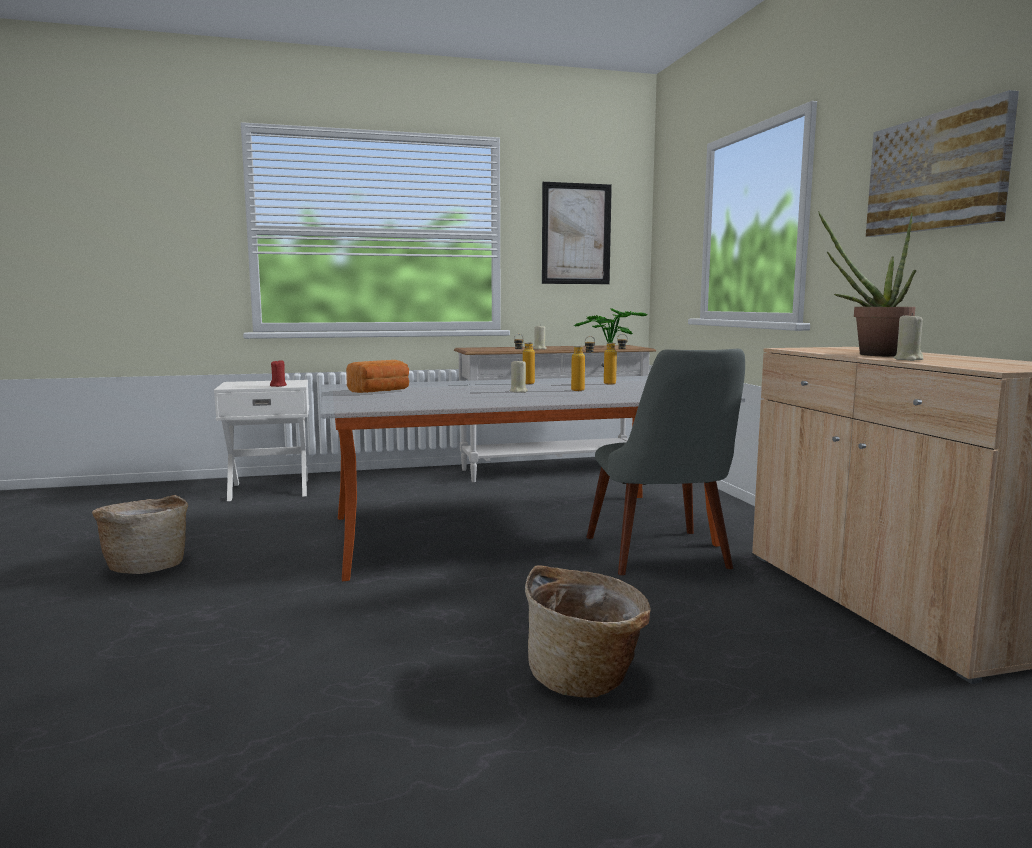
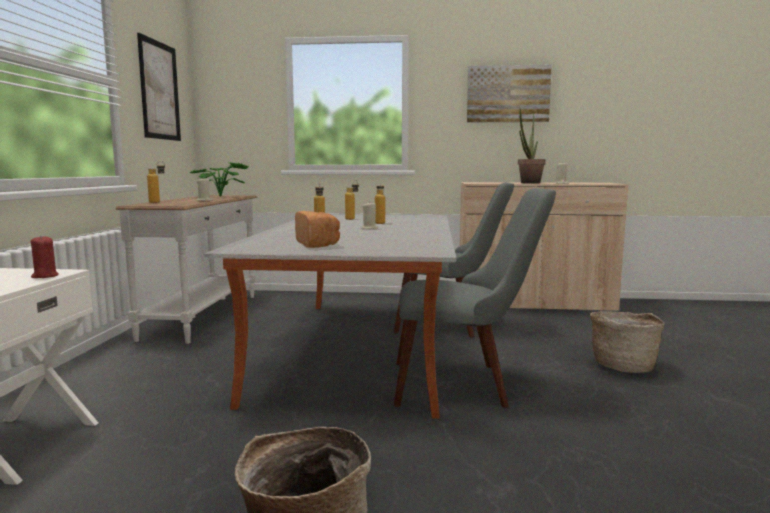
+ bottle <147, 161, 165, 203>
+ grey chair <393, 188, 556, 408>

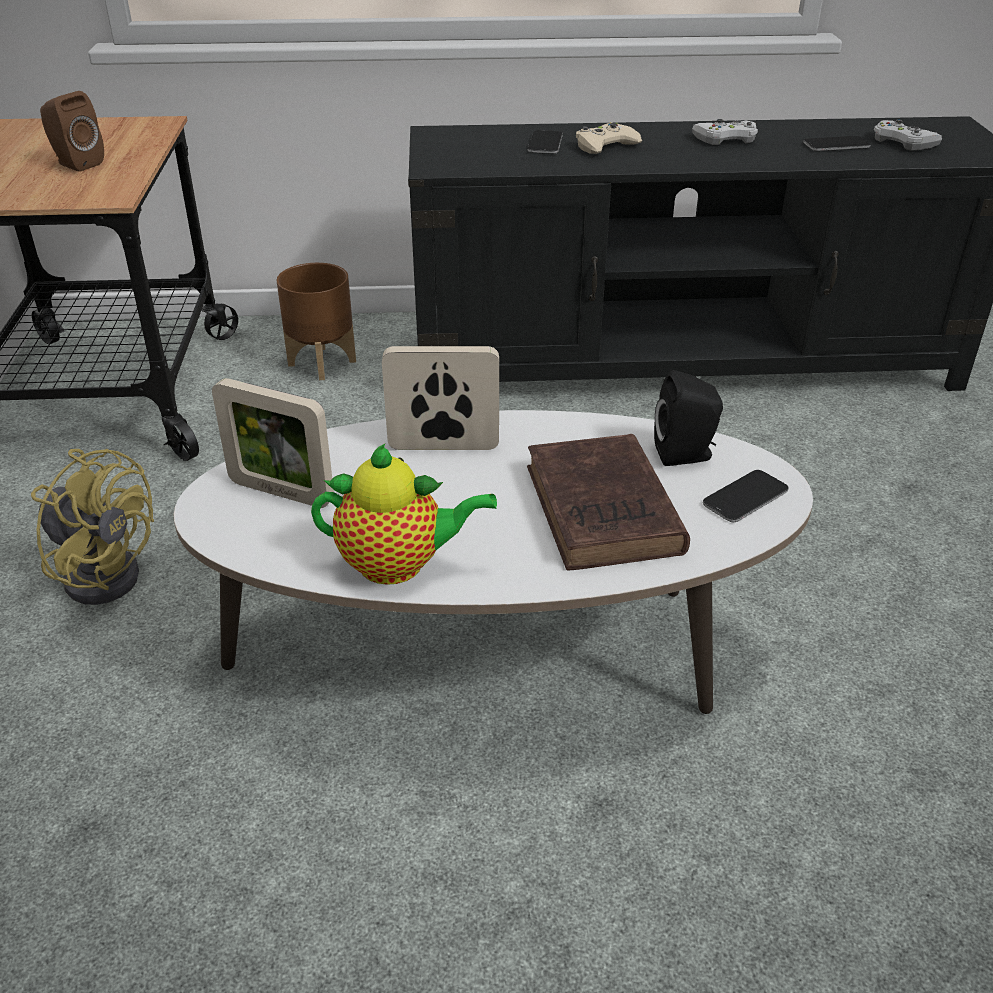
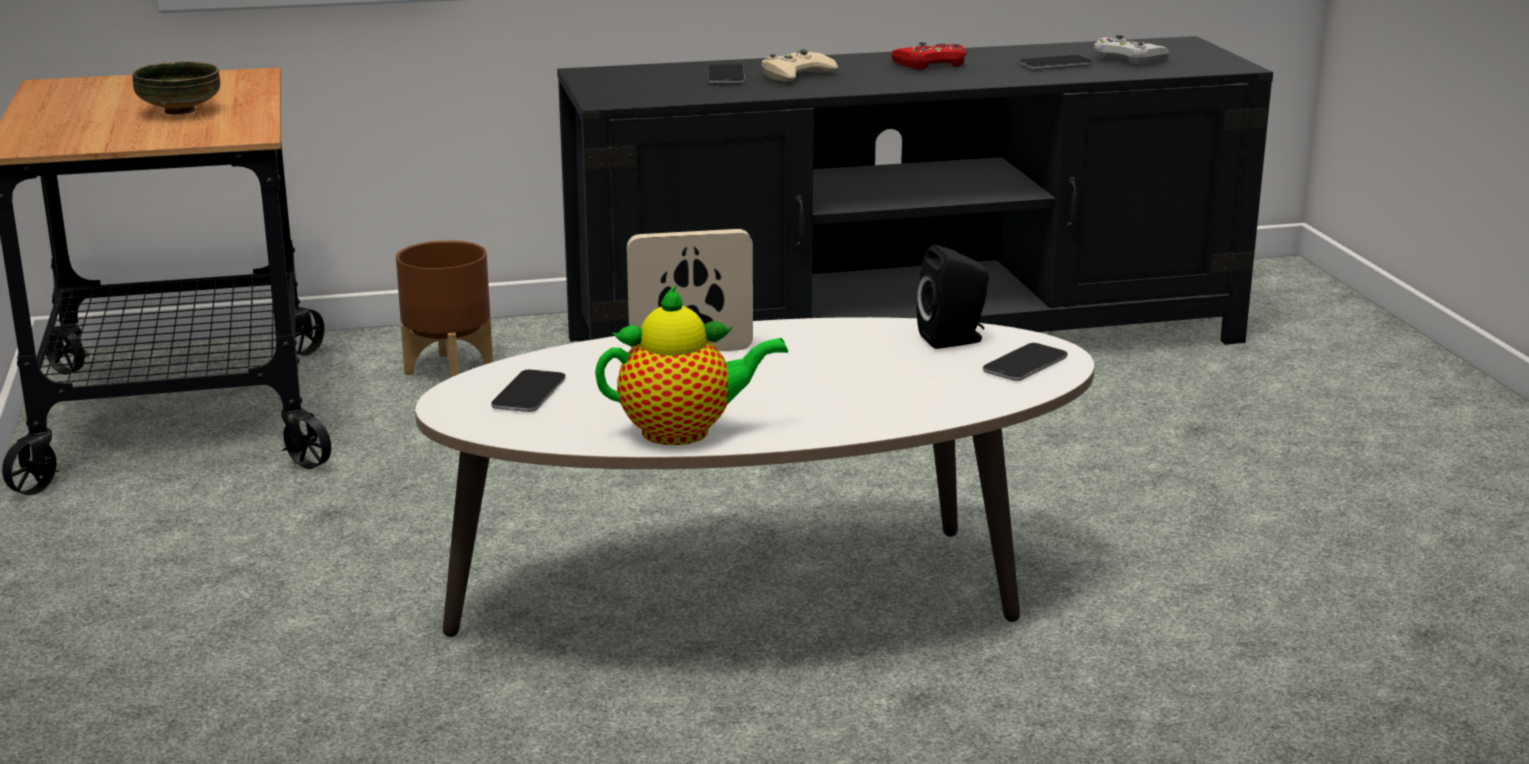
~ brown speaker <40, 91, 104, 172> to bowl <132, 61, 220, 114>
~ white game controller <692, 119, 758, 145> to red game controller <891, 42, 967, 70>
~ picture frame <212, 378, 334, 508> to phone <491, 370, 566, 412>
- brown book <527, 434, 690, 570>
- yellow fan <31, 449, 154, 605>

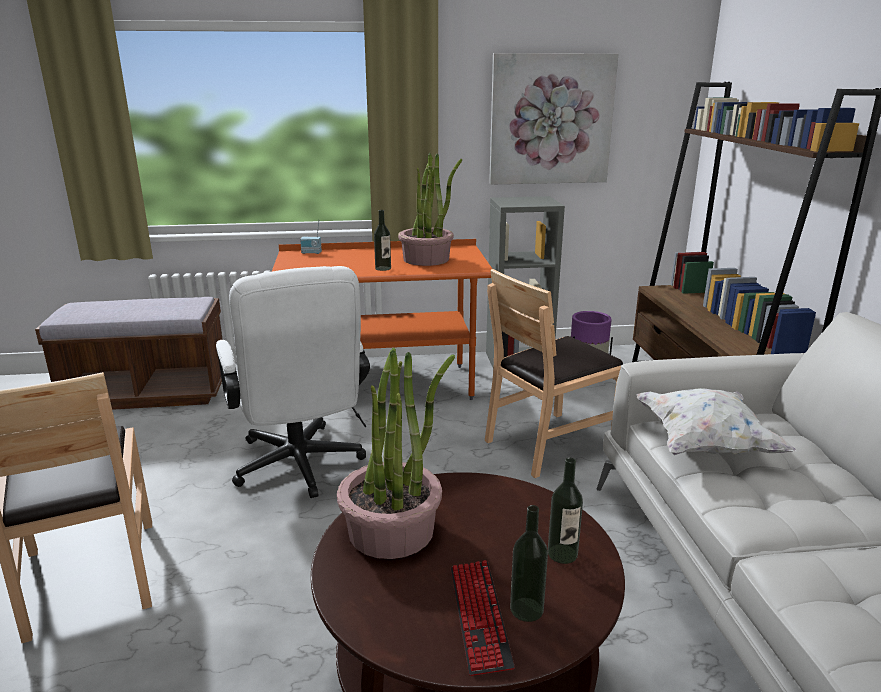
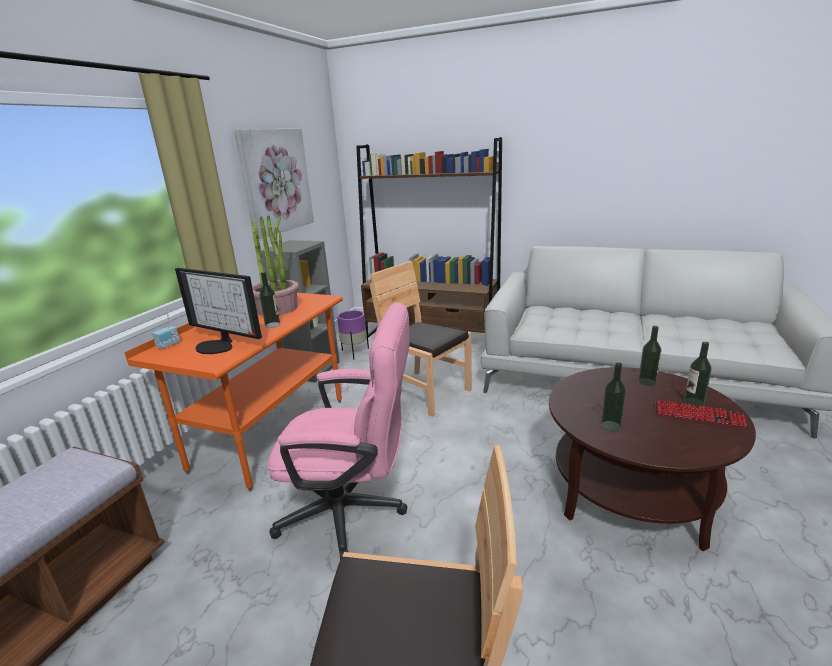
~ white office chair <216, 266, 370, 498> to pink office chair <267, 303, 410, 560>
~ brown chair <485, 269, 623, 478> = <370, 261, 472, 417> 135 degrees clockwise
~ potted plant <337, 348, 455, 559> to bottle <601, 362, 626, 431>
- white pillow <636, 388, 796, 455>
+ monitor <175, 268, 262, 354>

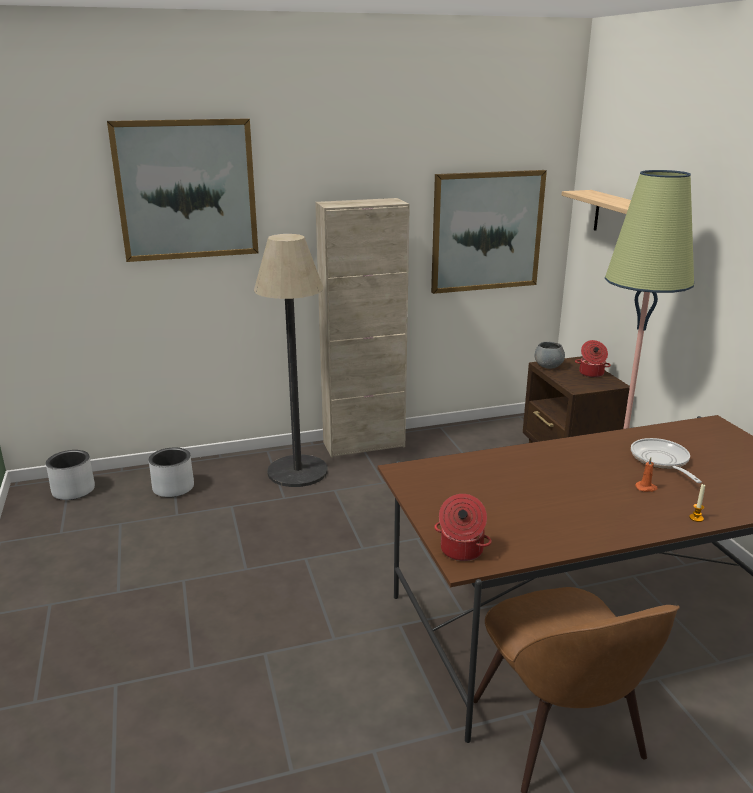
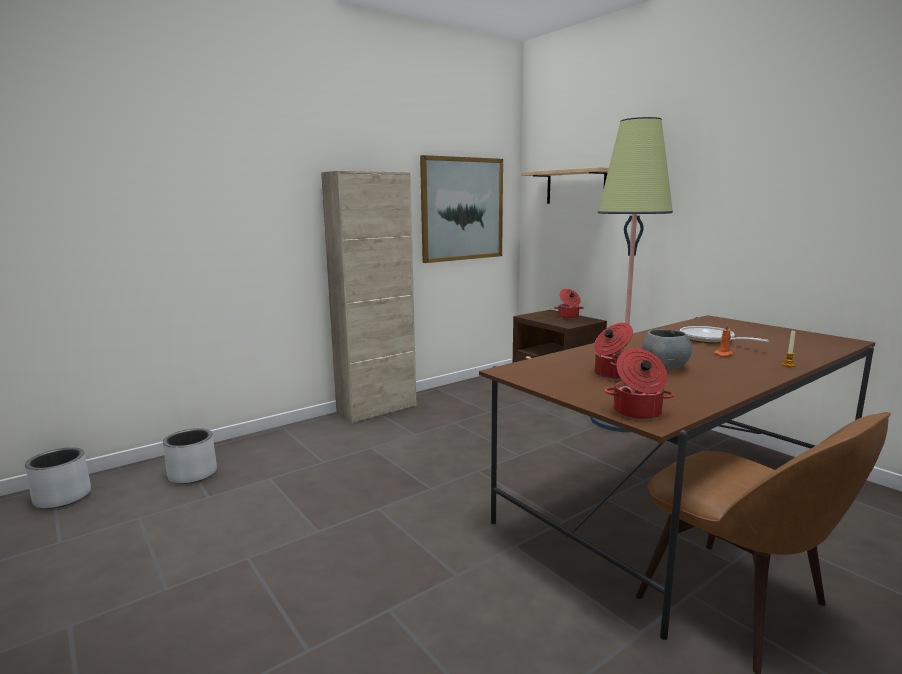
- picture <107, 118, 258, 262>
- floor lamp <254, 234, 328, 487>
~ grey bowl <534, 341, 565, 369> to <642, 329, 692, 370>
+ cooking pot <594, 323, 633, 380>

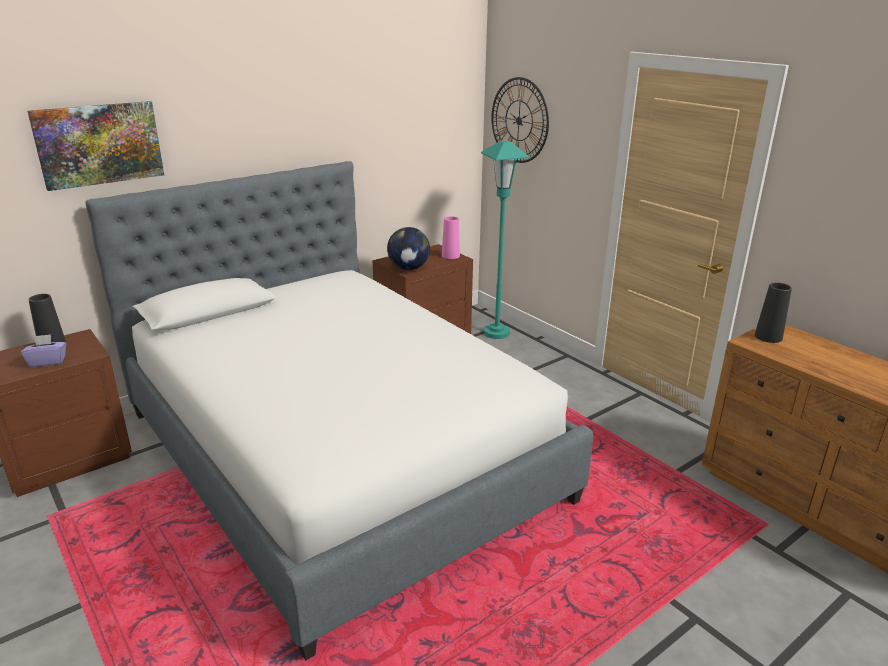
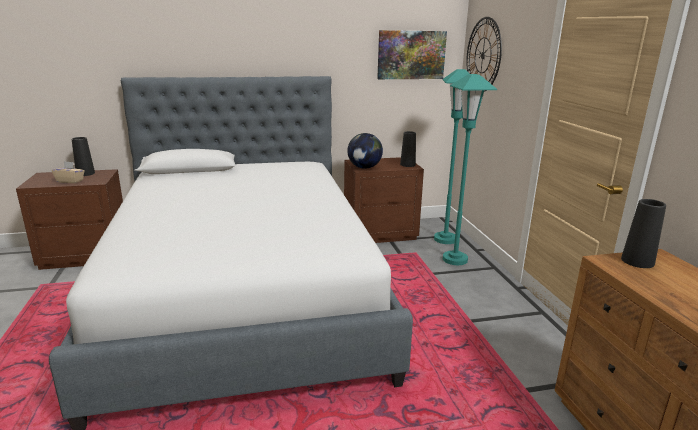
~ picture <27, 101, 164, 191> to <377, 30, 447, 79>
~ pink vase <442, 216, 460, 259> to black vase <400, 131, 416, 167>
~ purple tissue box <21, 334, 66, 367> to beige tissue box <52, 161, 85, 183>
+ turquoise floor lamp <443, 74, 497, 265>

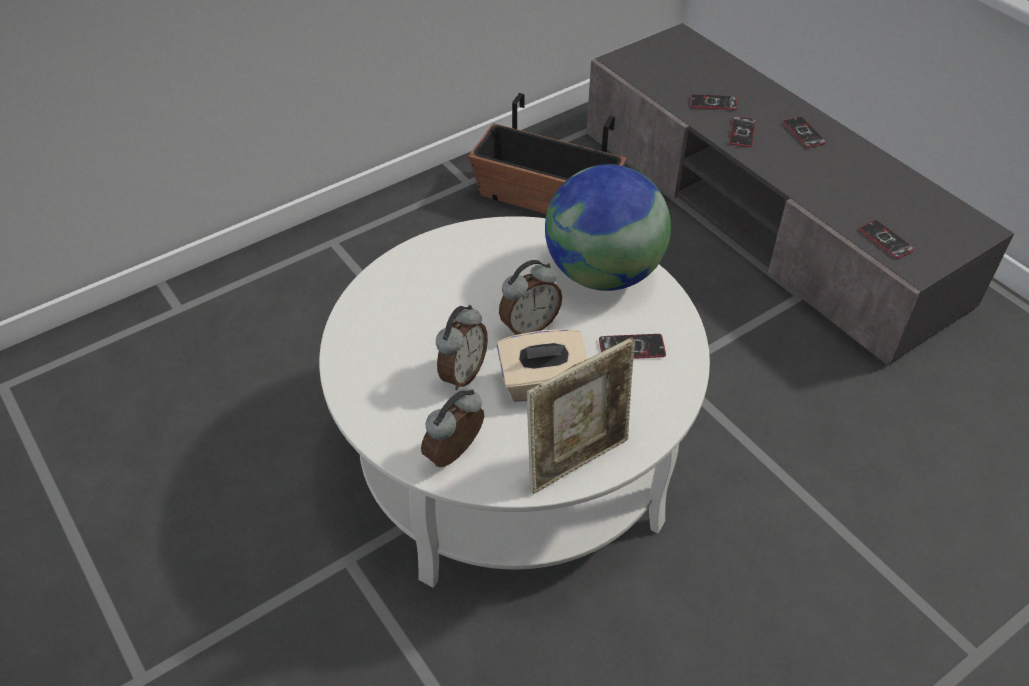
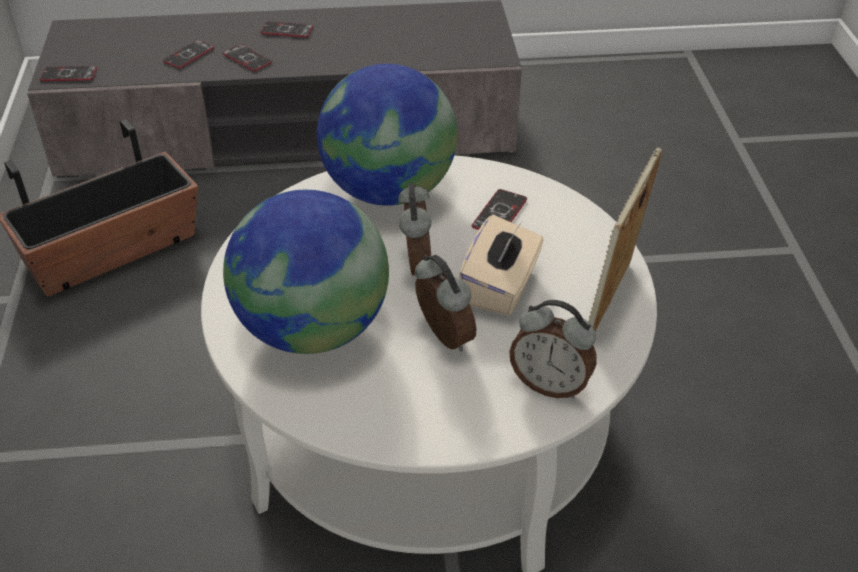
~ phone <859, 220, 915, 259> to <40, 66, 97, 81>
~ picture frame <527, 337, 635, 494> = <588, 148, 662, 332> 150 degrees counterclockwise
~ alarm clock <421, 388, 484, 467> = <509, 300, 597, 398> 45 degrees counterclockwise
+ globe <223, 190, 389, 354>

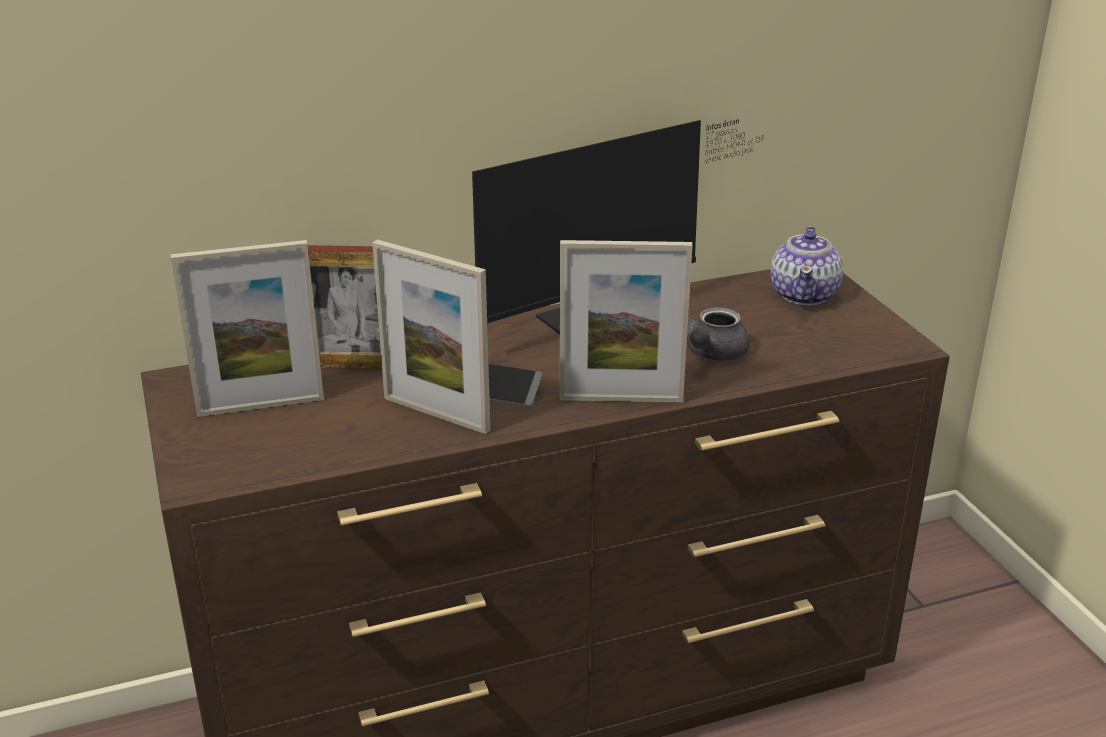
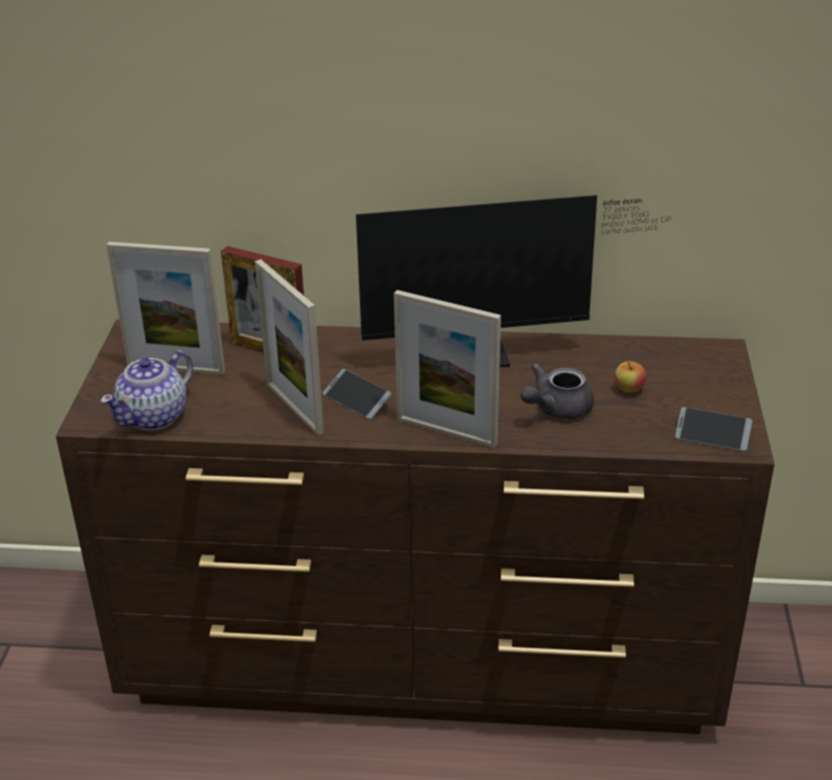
~ teapot <770, 226, 843, 305> to <101, 350, 194, 430>
+ apple <614, 361, 646, 393>
+ phone <675, 407, 752, 451>

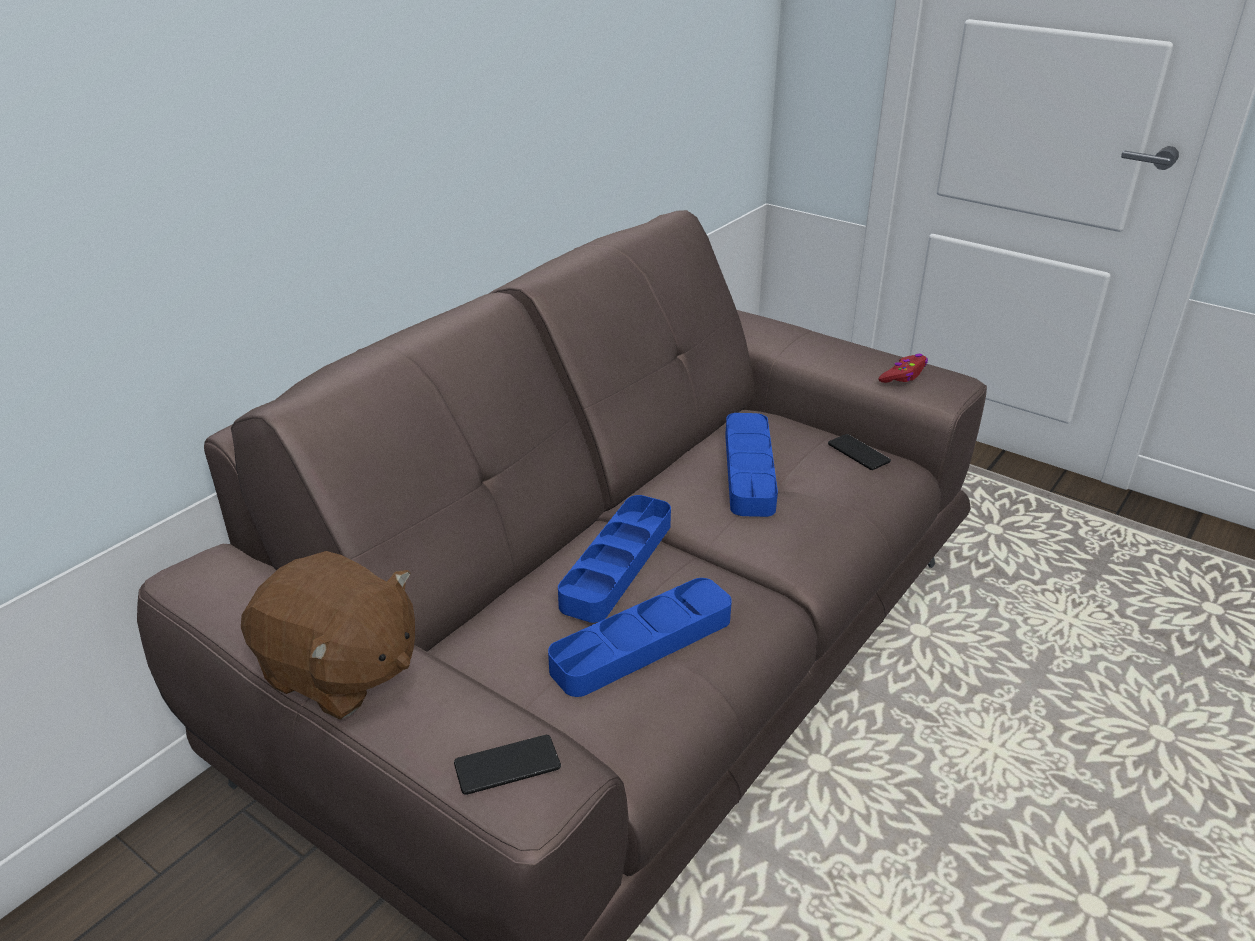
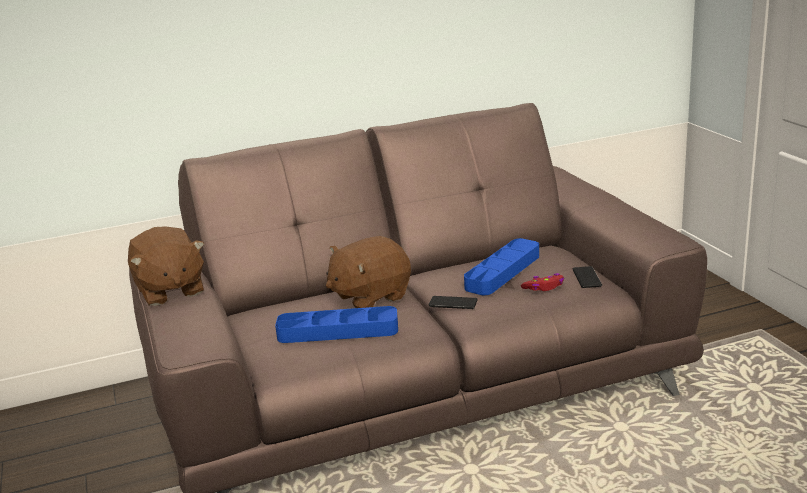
~ red game controller <878, 354, 928, 383> to <521, 273, 564, 291>
~ blue tray <558, 495, 671, 623> to brown plush toy <326, 236, 411, 308>
~ phone <454, 735, 561, 795> to <429, 296, 478, 309>

